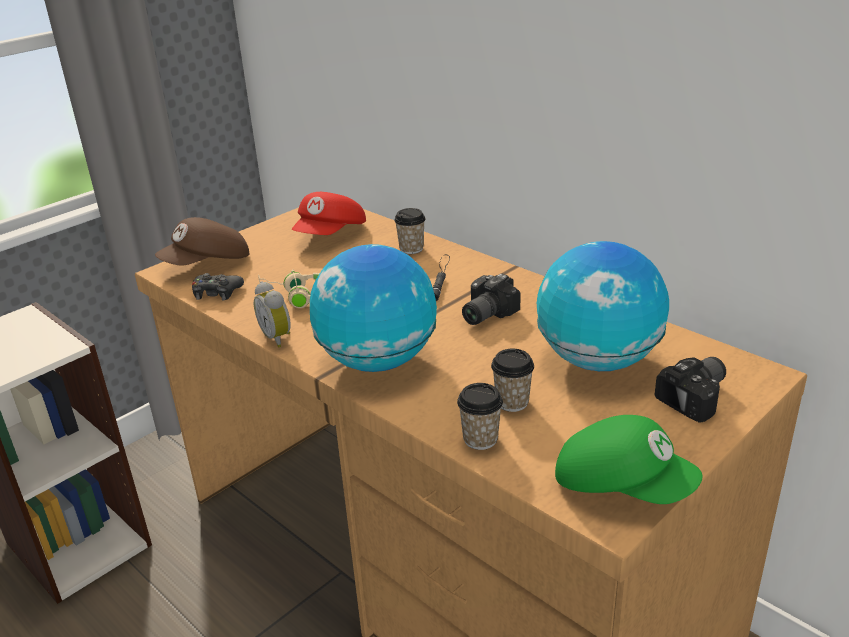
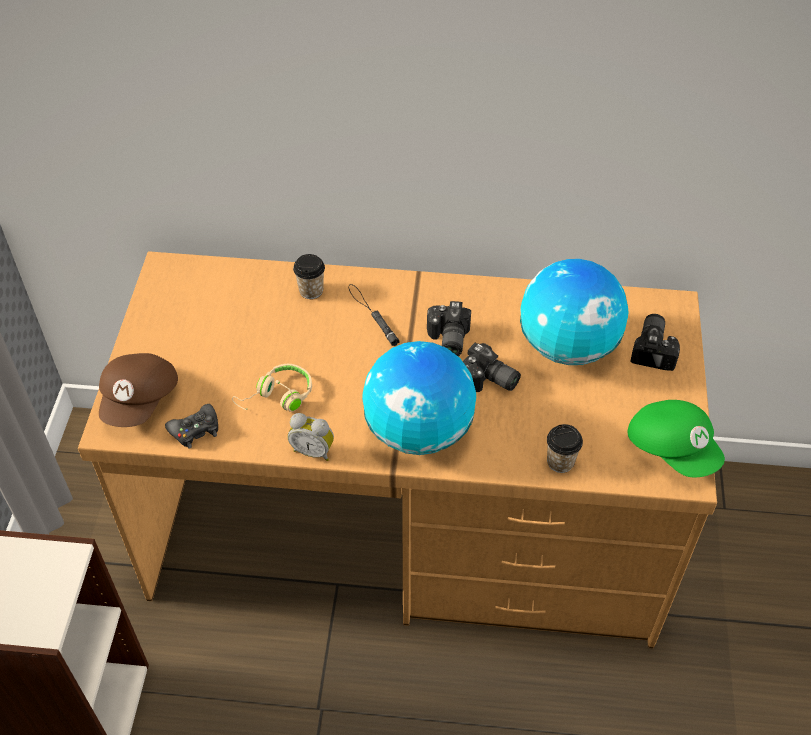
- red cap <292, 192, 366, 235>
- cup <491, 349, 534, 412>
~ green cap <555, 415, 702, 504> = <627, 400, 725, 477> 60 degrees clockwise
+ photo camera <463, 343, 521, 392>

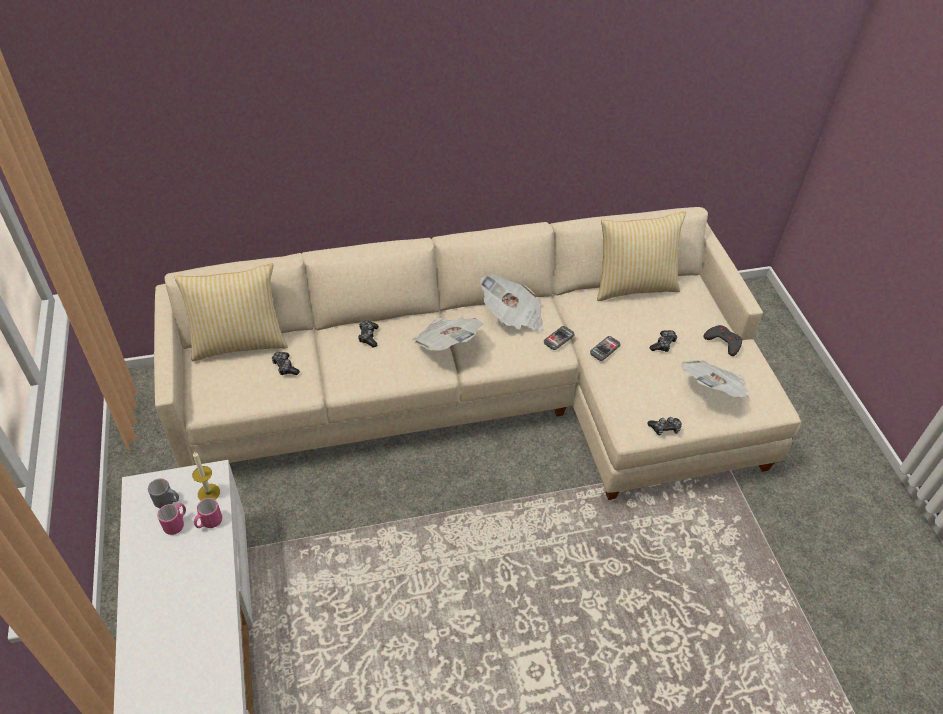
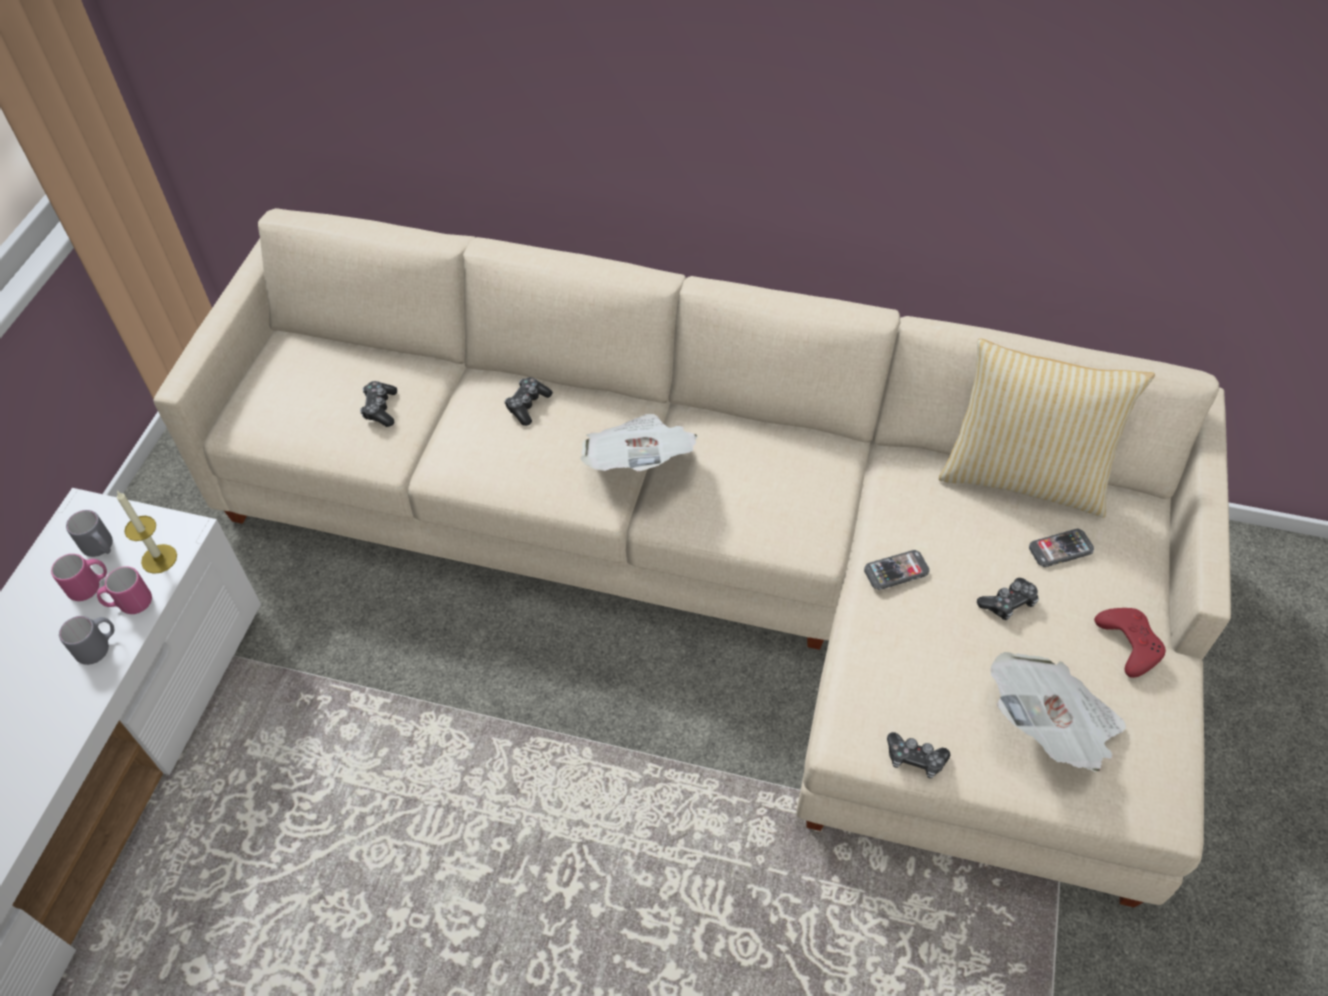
- pillow <174, 263, 288, 361>
- newspaper <480, 274, 544, 331>
~ grey game controller <703, 325, 742, 356> to red game controller <1094, 608, 1166, 678>
~ phone <544, 326, 574, 350> to <1029, 529, 1094, 567>
+ grey mug <59, 616, 114, 665>

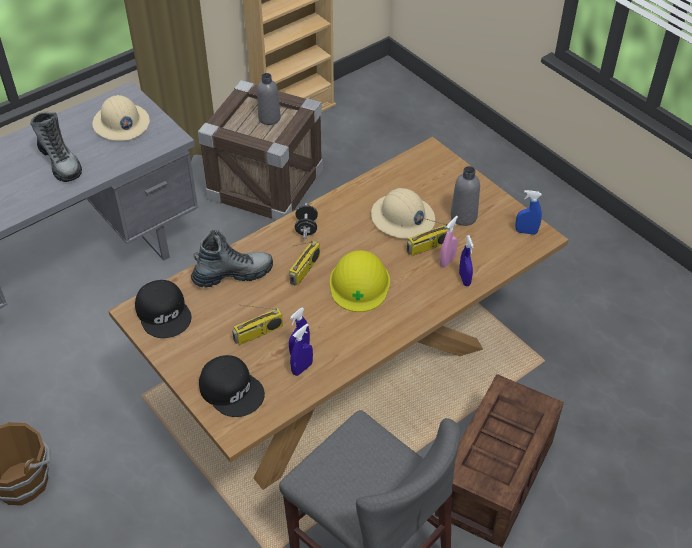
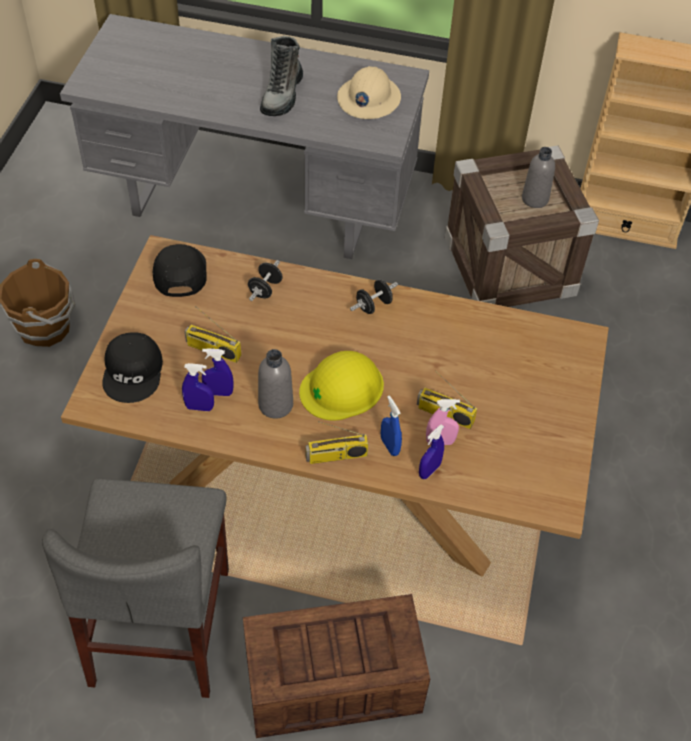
~ grey bottle <450, 166, 480, 226> to <258, 349, 293, 419>
- beige hard hat <371, 188, 435, 239>
~ blue spray bottle <515, 190, 542, 235> to <381, 396, 402, 456>
~ boot <191, 230, 273, 288> to black dumbbell <248, 260, 283, 301>
~ radio <289, 241, 320, 286> to <305, 421, 368, 464>
~ black cap <135, 280, 192, 338> = <153, 244, 207, 297> 150 degrees clockwise

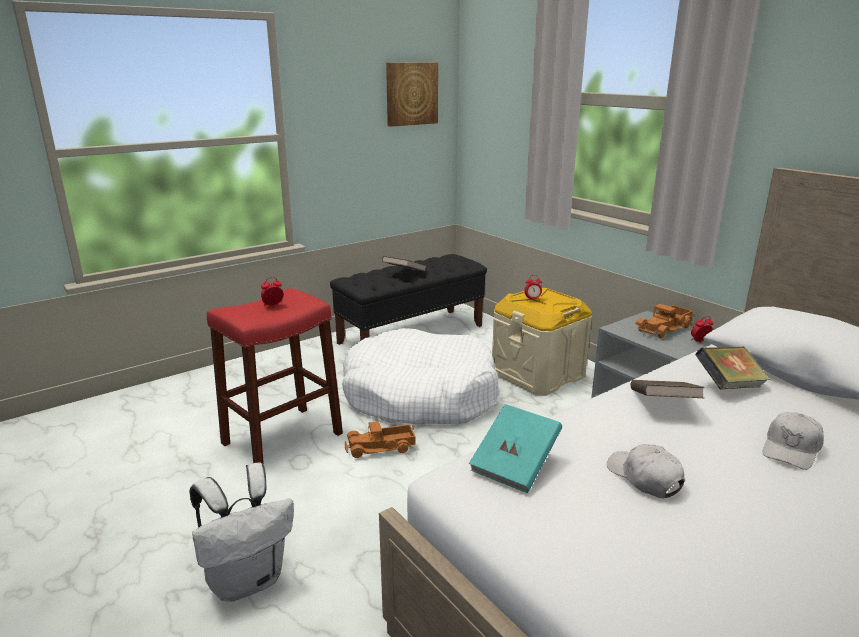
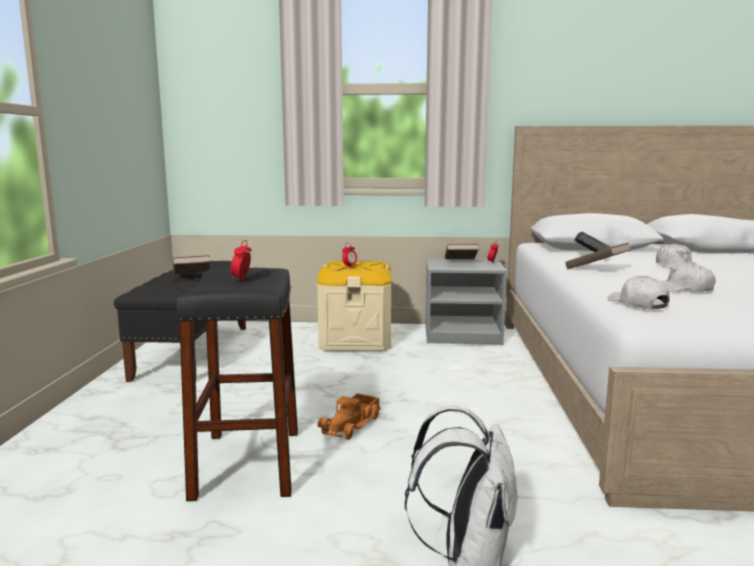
- picture <386, 63, 438, 127>
~ red stool <207, 288, 343, 464> to black stool <176, 268, 298, 501>
~ toy truck <636, 304, 693, 338> to brown book <445, 244, 479, 259>
- white dog bed <342, 328, 499, 425>
~ turquoise book <469, 404, 562, 493> to white cap <608, 276, 670, 309>

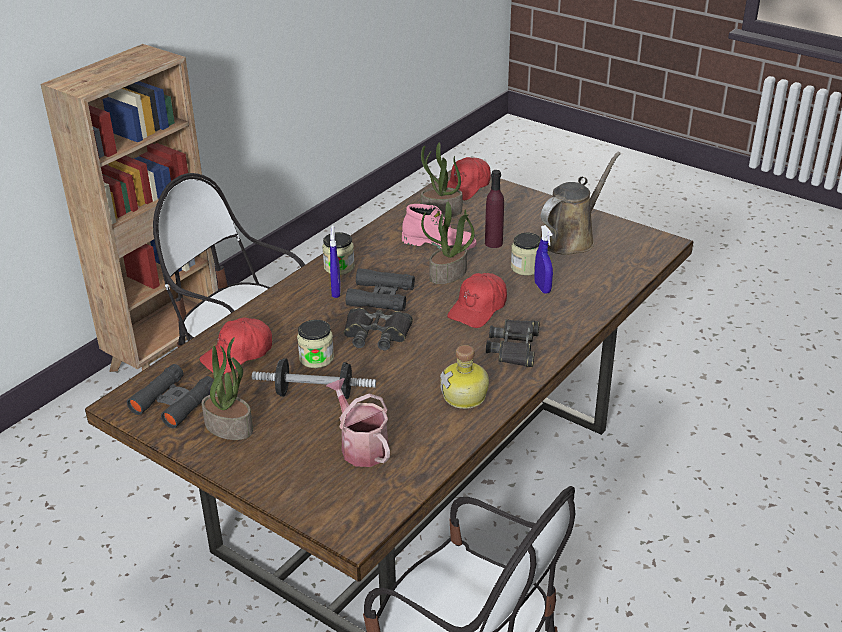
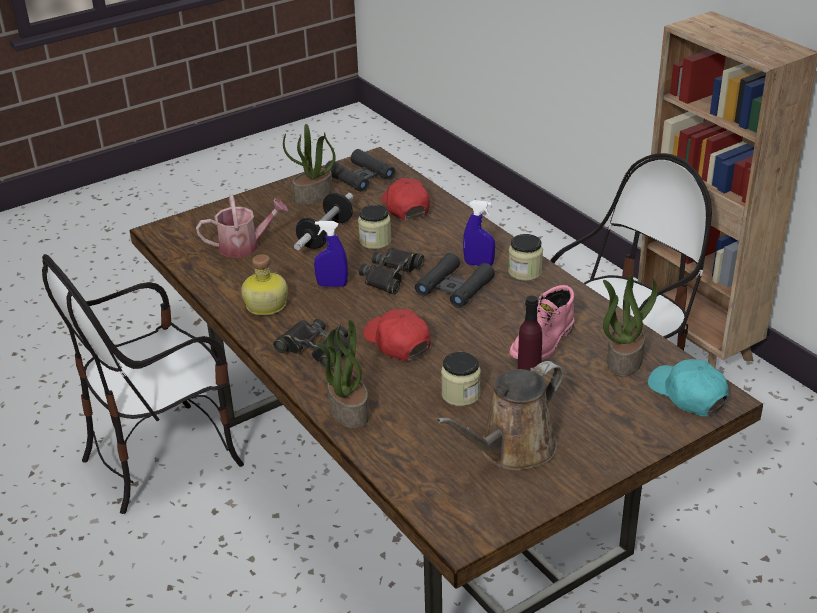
~ brown watering can <540, 152, 621, 255> = <436, 361, 563, 471> 75 degrees clockwise
~ red cap <447, 157, 491, 200> to turquoise cap <648, 359, 729, 416>
~ potted plant <421, 202, 475, 284> to <316, 320, 369, 429>
~ blue spray bottle <534, 225, 553, 294> to <314, 221, 348, 287>

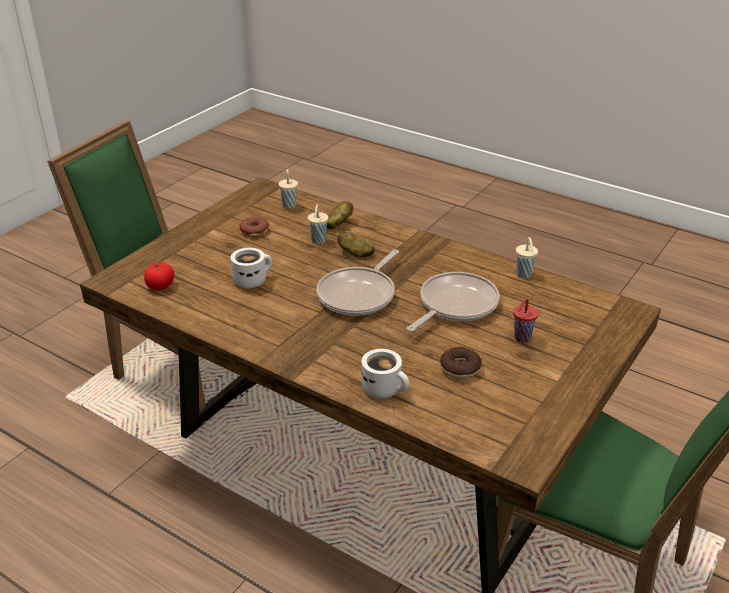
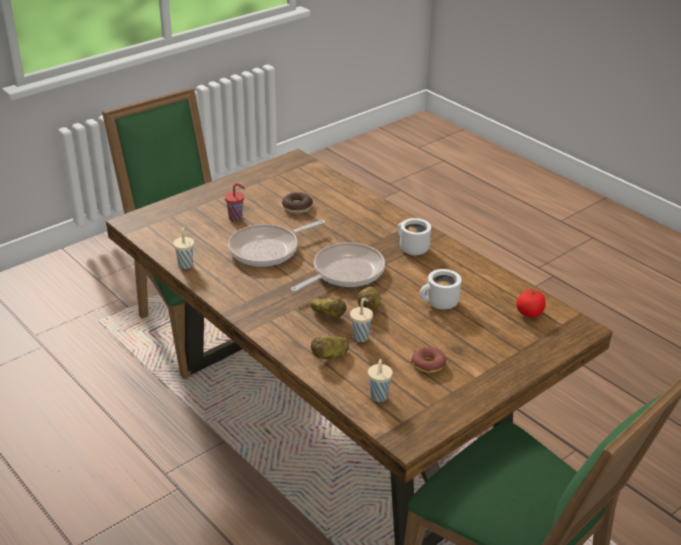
~ white mug <362, 349, 409, 399> to <397, 218, 431, 255>
+ potato <358, 287, 381, 310>

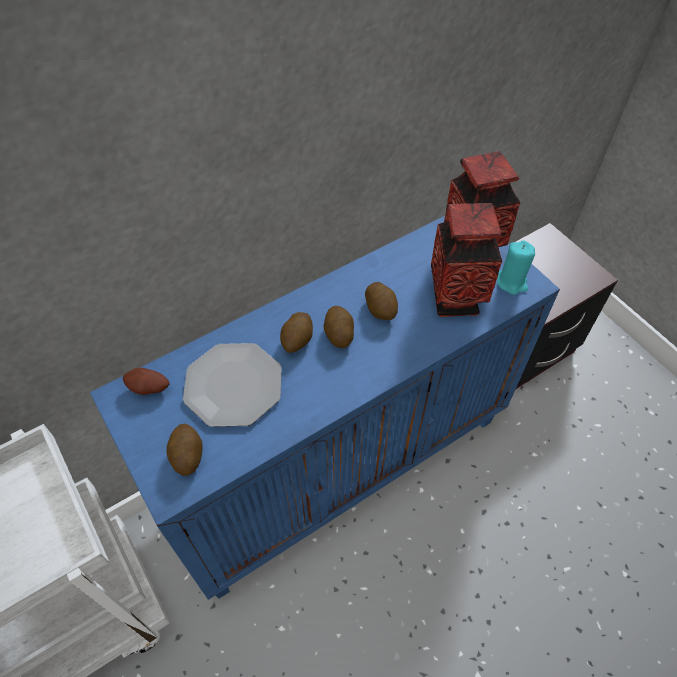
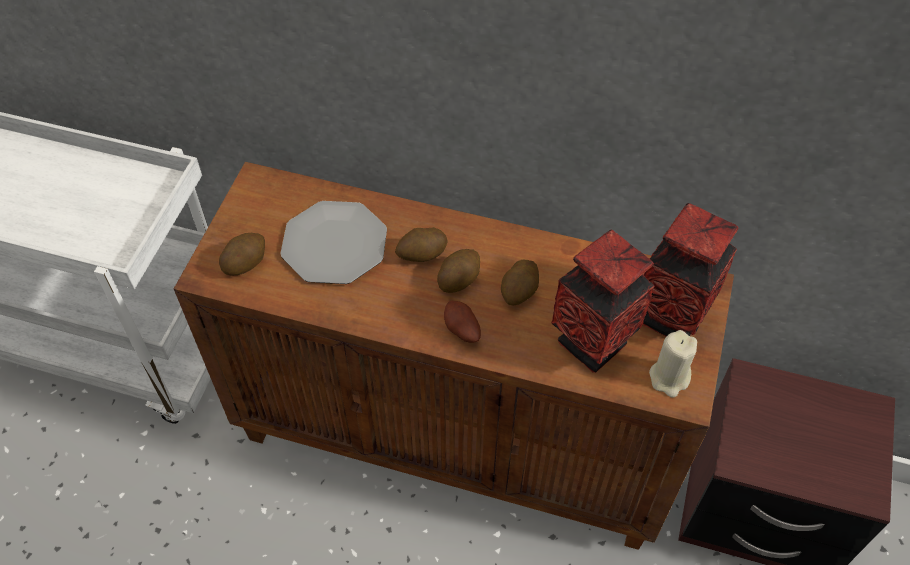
~ blue cabinet <90, 216, 560, 600> to brown cabinet <174, 162, 734, 550>
~ turquoise candle <497, 240, 535, 295> to beige candle <649, 330, 697, 398>
~ potato <123, 368, 169, 395> to <444, 301, 481, 343>

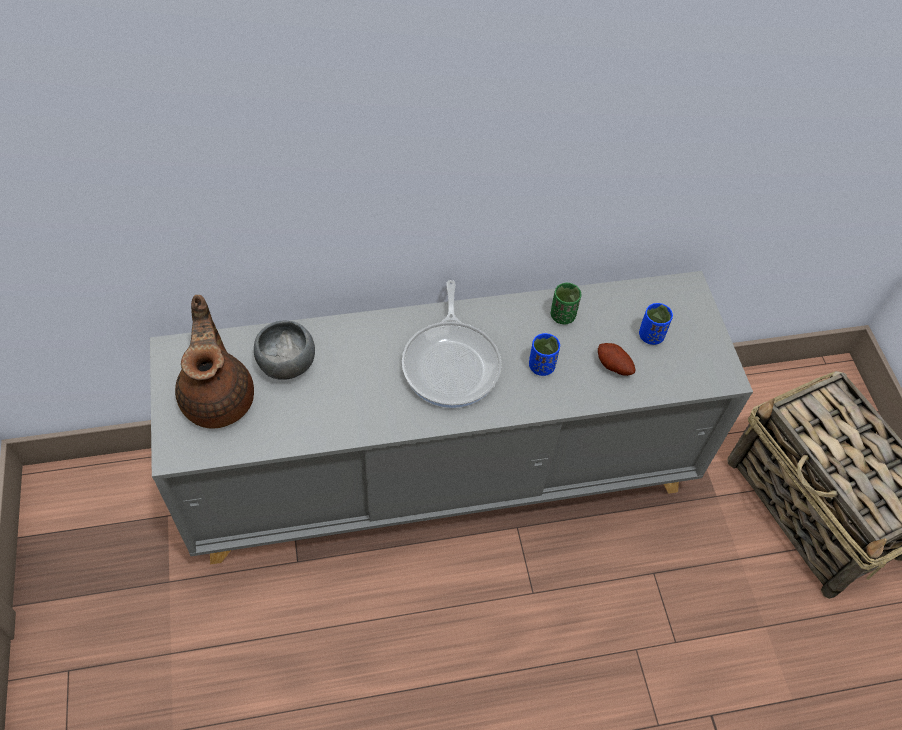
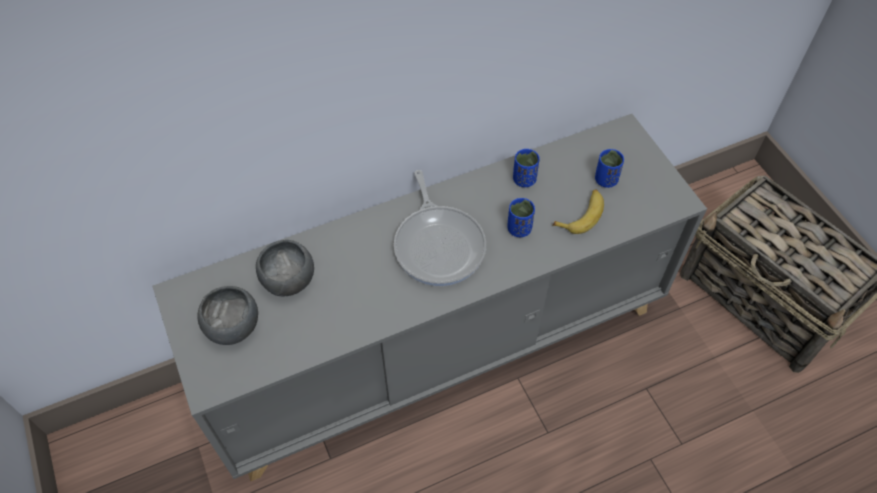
~ green cup <551, 283, 581, 324> to blue cup <513, 149, 540, 187>
~ brown teapot <175, 295, 254, 429> to grey bowl <197, 286, 258, 345>
~ potato <598, 343, 636, 376> to banana <552, 189, 604, 234>

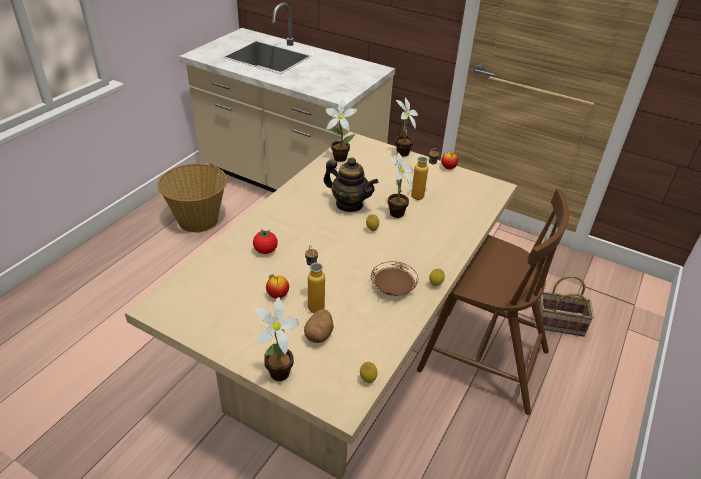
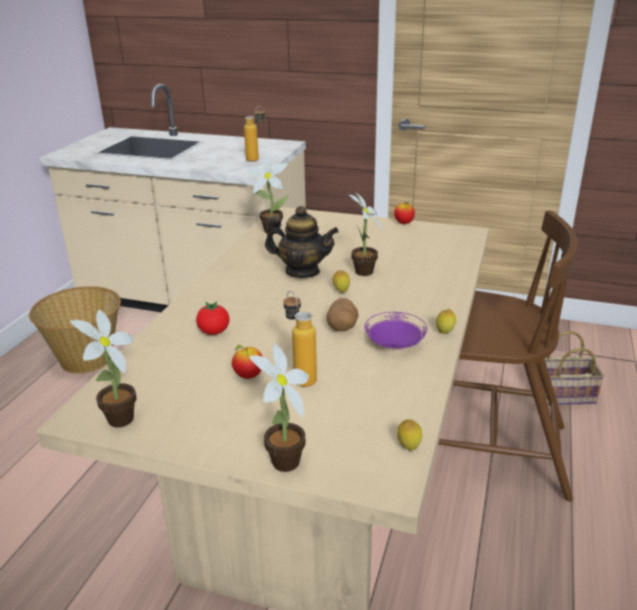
~ potted plant <395, 97, 418, 156> to <70, 309, 137, 428>
~ bottle <411, 148, 440, 200> to <244, 106, 265, 162>
~ brown plate <371, 261, 418, 296> to purple plate <364, 312, 427, 349>
~ potato <304, 309, 334, 343> to <326, 298, 358, 331>

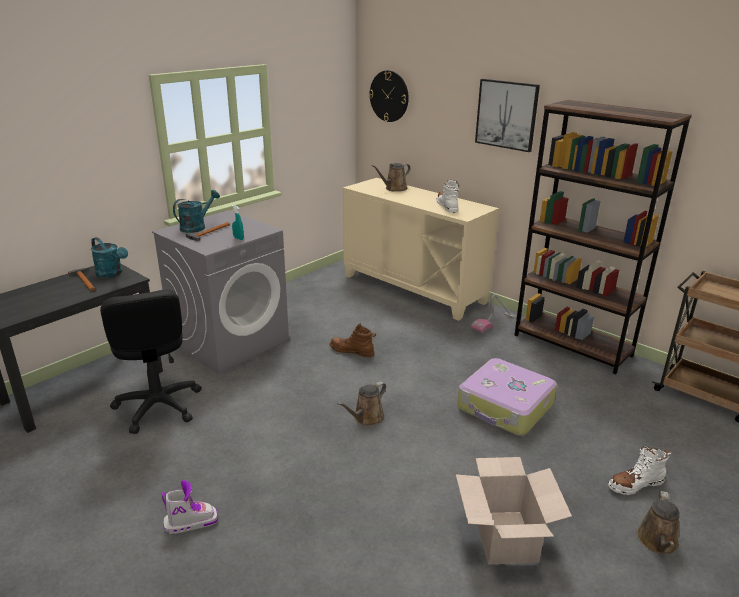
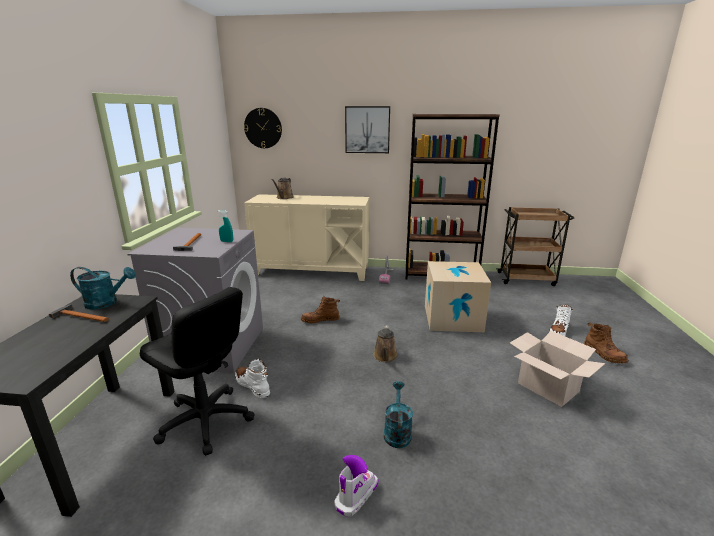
~ white boot <436, 180, 460, 213> to <235, 359, 270, 398>
~ turquoise watering can <173, 190, 220, 233> to <384, 381, 413, 448>
~ suitcase <457, 358, 557, 436> to cardboard box <425, 261, 491, 332>
~ brown watering can <636, 491, 680, 555> to brown boot <584, 322, 628, 363>

